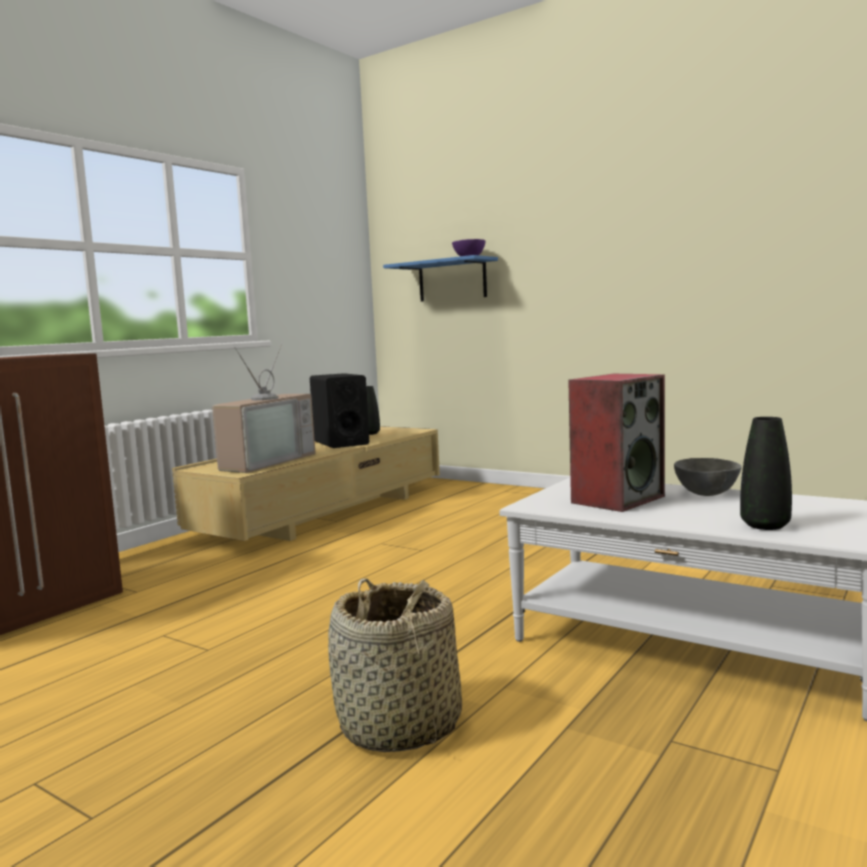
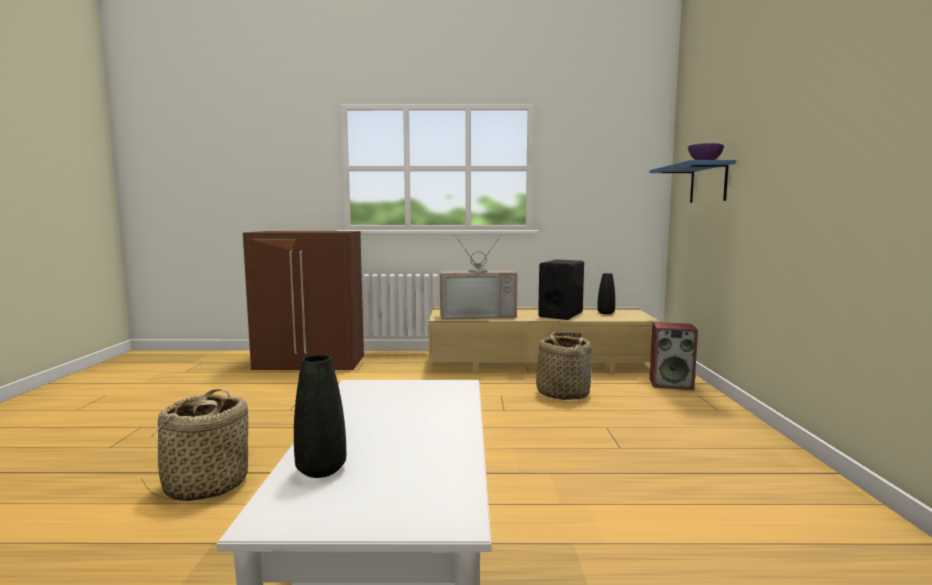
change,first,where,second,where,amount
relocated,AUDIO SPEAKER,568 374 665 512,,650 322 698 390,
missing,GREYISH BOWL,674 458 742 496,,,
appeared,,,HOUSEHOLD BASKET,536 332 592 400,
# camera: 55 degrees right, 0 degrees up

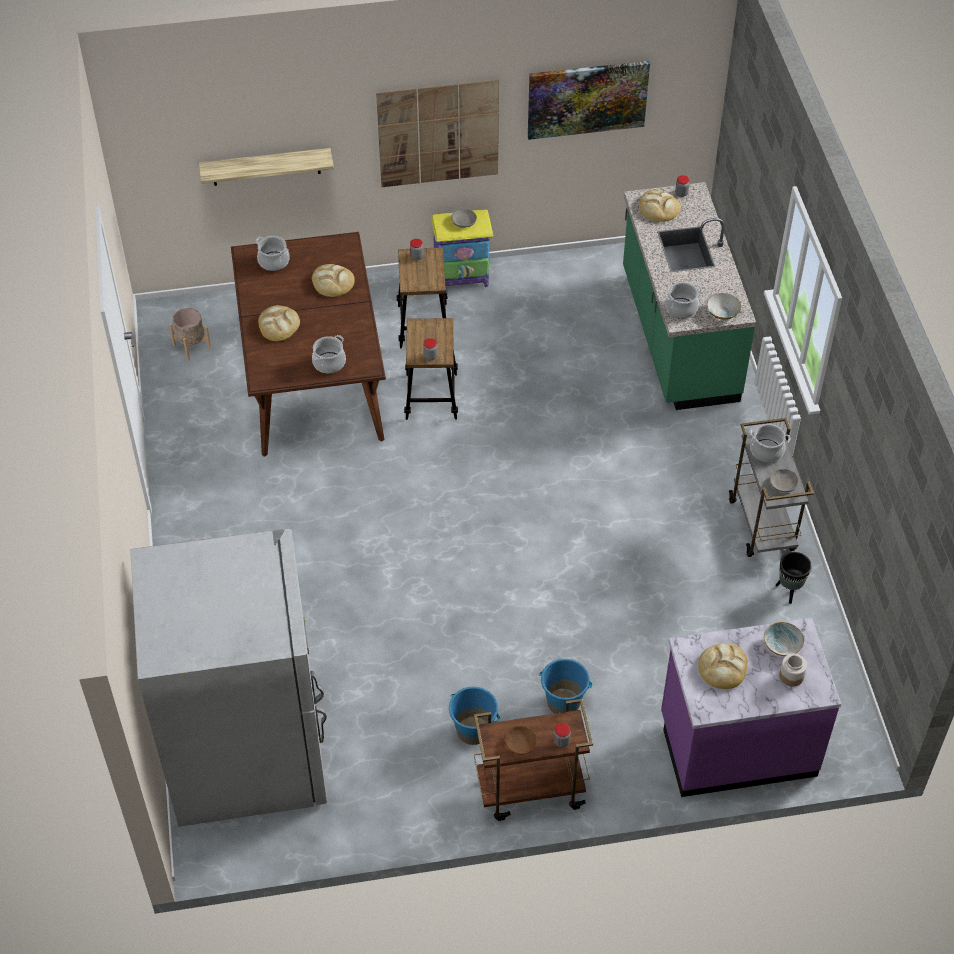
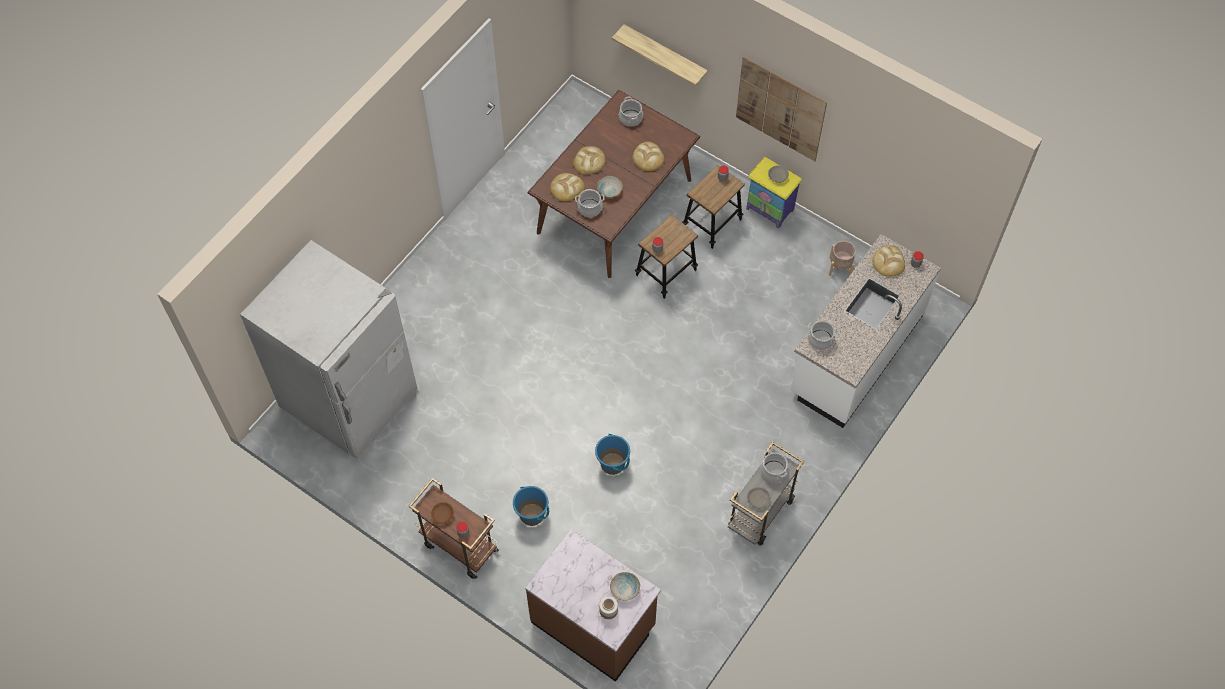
change,first,where,second,where,amount
relocated,BEIGE PLANT POT,169 308 211 361,,829 241 856 276,
relocated,BLUE-COLOURED PAIL,449 687 501 745,,595 434 630 475,
missing,PICTURE,528 61 650 140,,,
colour,GREEN-COLOURED COUNTER,623 182 756 410,WHITISH COUNTER,791 234 941 428,
colour,PURPLE-COLOURED COUNTER,661 618 841 797,BROWNISH COUNTER,525 529 661 682,
relocated,BAKERY BREAD,698 643 748 689,,550 173 585 201,
relocated,BOWL,707 293 741 320,,597 176 623 198,
missing,BLACK PLANT POT,776 552 812 604,,,
# camera: 45 degrees right, 10 degrees up

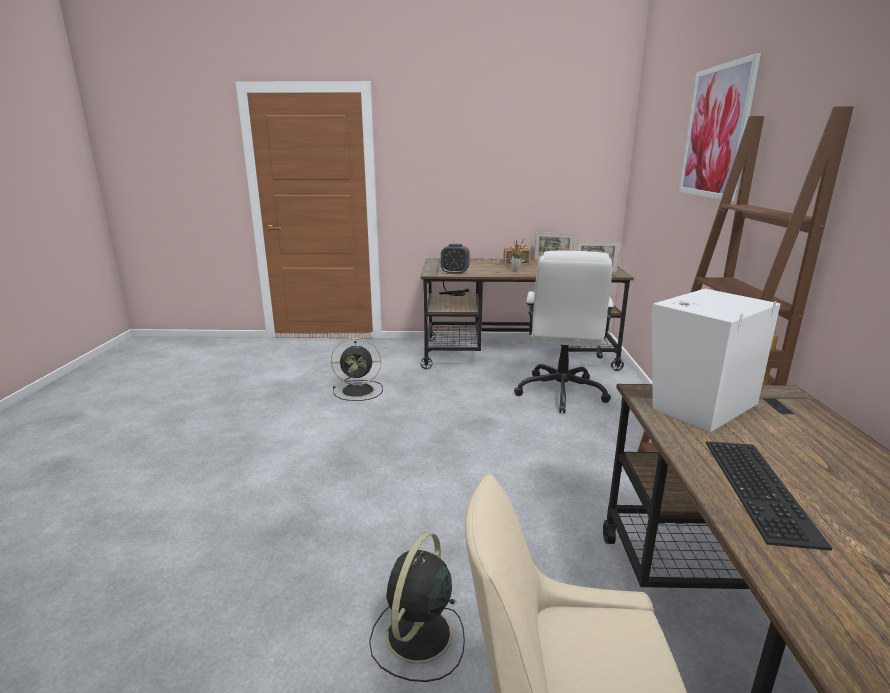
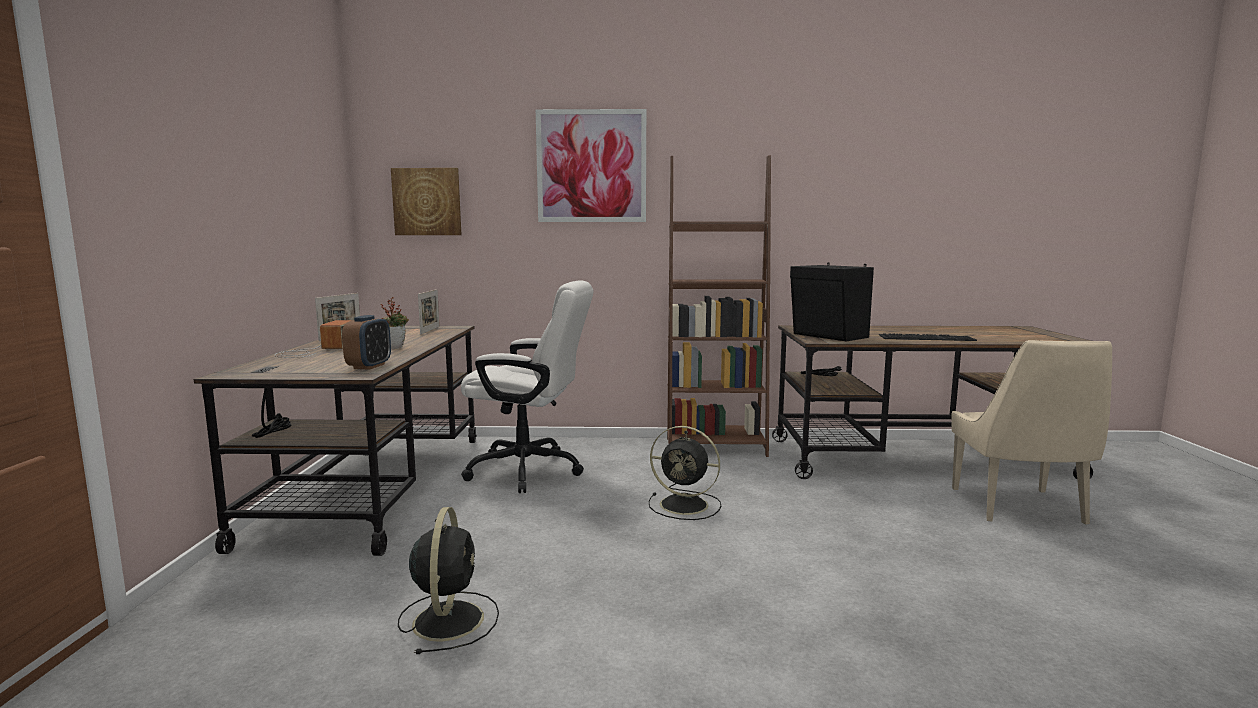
change,first,where,second,where,amount
relocated,BLACK ELECTRIC FAN,369 532 465 682,,649 426 721 520,
colour,WHITISH AUDIO SPEAKER,651 289 780 432,BLACK AUDIO SPEAKER,790 262 874 341,
appeared,,,PICTURE,391 168 461 235,
# camera: 90 degrees left, 10 degrees down

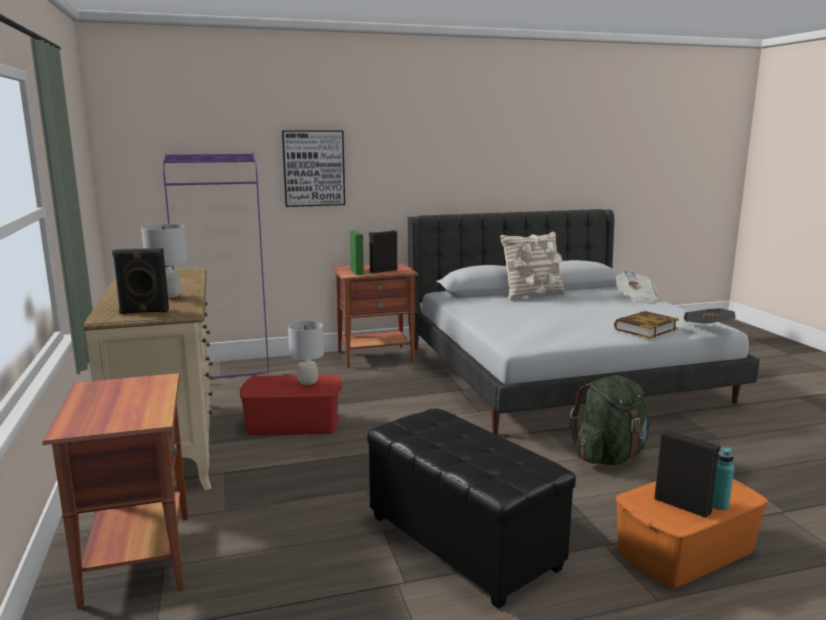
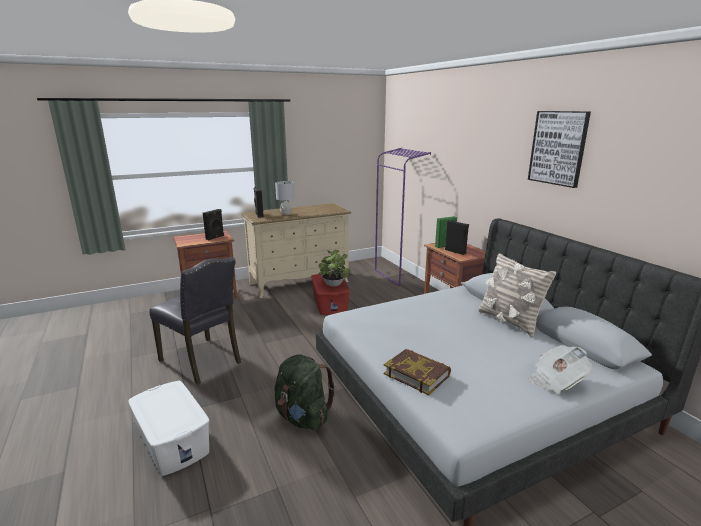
change,first,where,second,where,amount
relocated,PICTURE,282 130 345 207,,528 111 591 188,
exchanged,GREYISH LAMP FOR A TABLE,288 321 324 385,POTTED PLANT,319 250 351 287,
exchanged,BLACK FOOTREST,367 408 576 609,GREYISH CHAIR,150 257 241 385,
colour,ORANGEY STORAGE BOX,615 479 768 589,WHITISH STORAGE BOX,128 381 210 476,
relocated,BLACK AUDIO SPEAKER,654 429 721 518,,203 209 224 241,
missing,NEWSPAPER,684 308 736 323,,,
missing,TURQUOISE BEVERAGE BOTTLE,712 446 734 510,,,
# camera: 80 degrees right, 5 degrees up

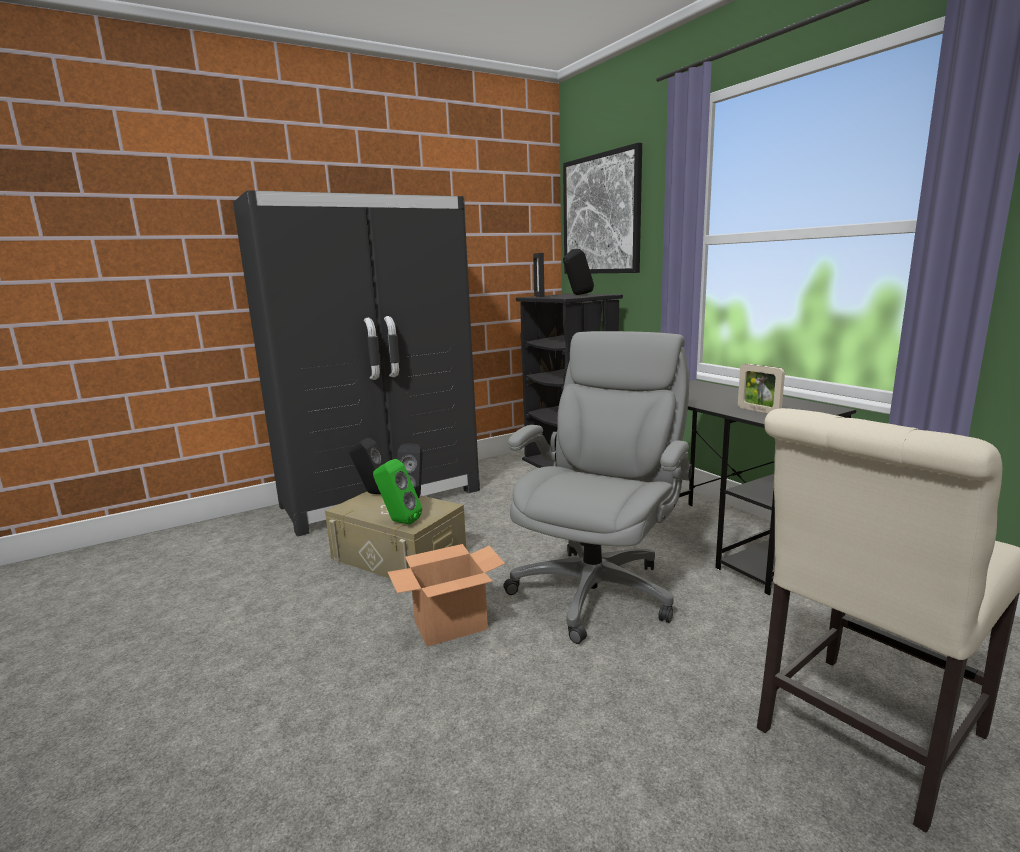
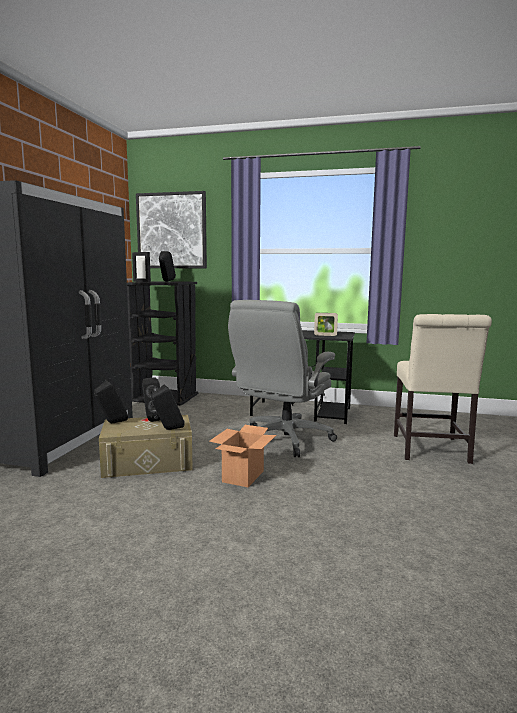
change,first,where,second,where,amount
colour,GREEN-COLOURED AUDIO SPEAKER,373 459 422 525,BLACK AUDIO SPEAKER,151 385 185 430,
spun,GREYISH COMPUTER CHAIR,503 331 692 644,,228 300 337 457,135 degrees counterclockwise
# camera: 45 degrees left, 5 degrees down

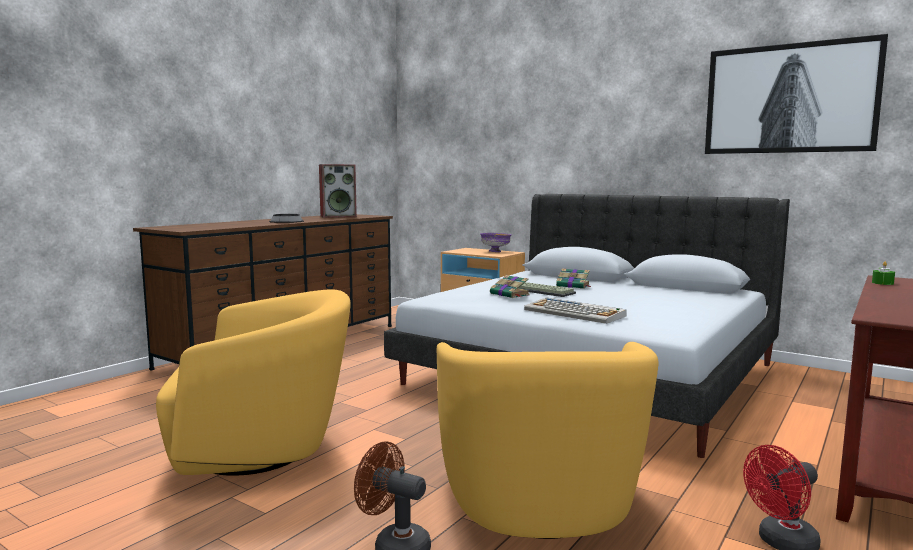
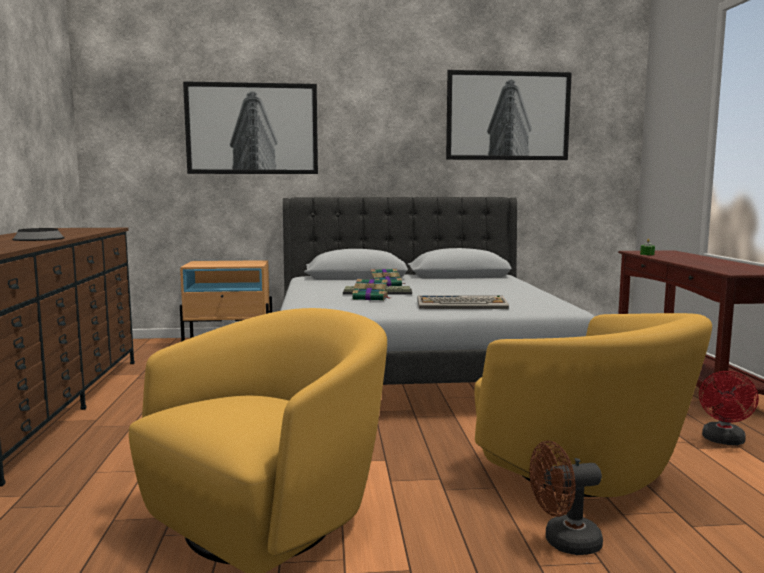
change,first,where,second,where,amount
missing,AUDIO SPEAKER,319 164 357 218,,,
missing,PURPLE-COLOURED BOWL,480 233 511 252,,,
appeared,,,PICTURE,183 81 318 174,
# camera: 40 degrees left, 0 degrees up

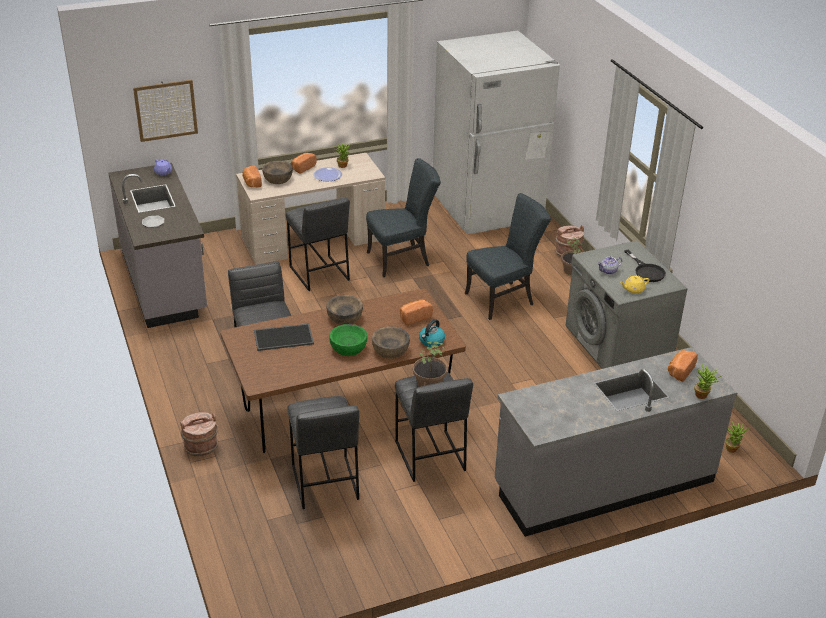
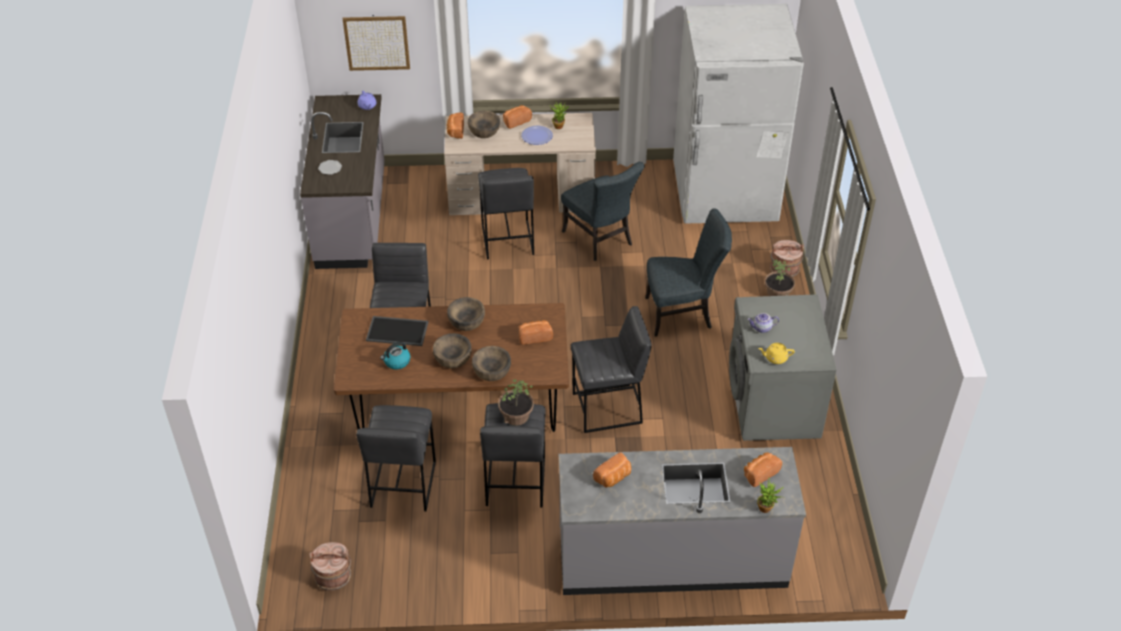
change,first,where,second,where,amount
relocated,BROWNISH PAIL,180 412 218 456,,310 542 351 591,
colour,GREEN-COLOURED BOWL,329 324 367 356,BROWNISH BOWL,433 333 472 368,
spun,GREYISH CHAIR,366 158 441 277,,561 161 645 261,60 degrees clockwise
relocated,WATER KETTLE,419 319 445 347,,380 342 411 370,
missing,BLACK FRYING PAN,624 250 666 282,,,
missing,POTTED PLANT,725 421 748 453,,,
appeared,,,GREYISH STOOL,571 306 652 433,
appeared,,,BAKERY BREAD,593 452 631 488,
# camera: 20 degrees right, 10 degrees up

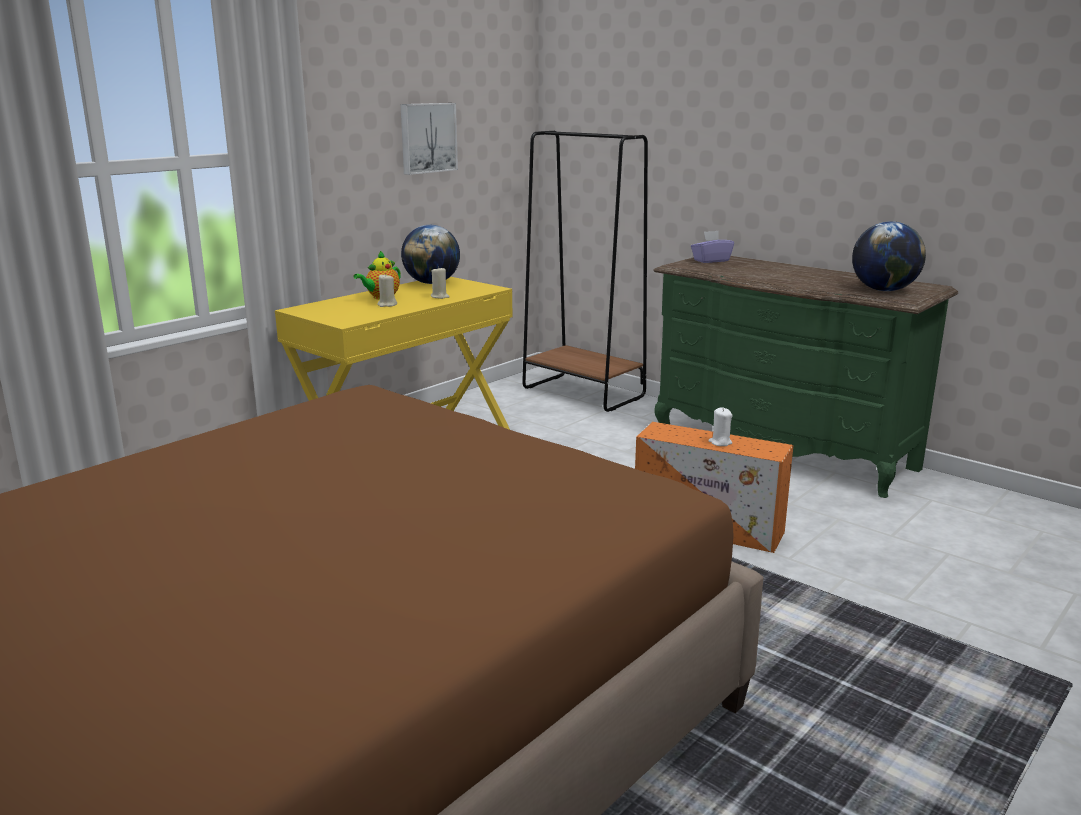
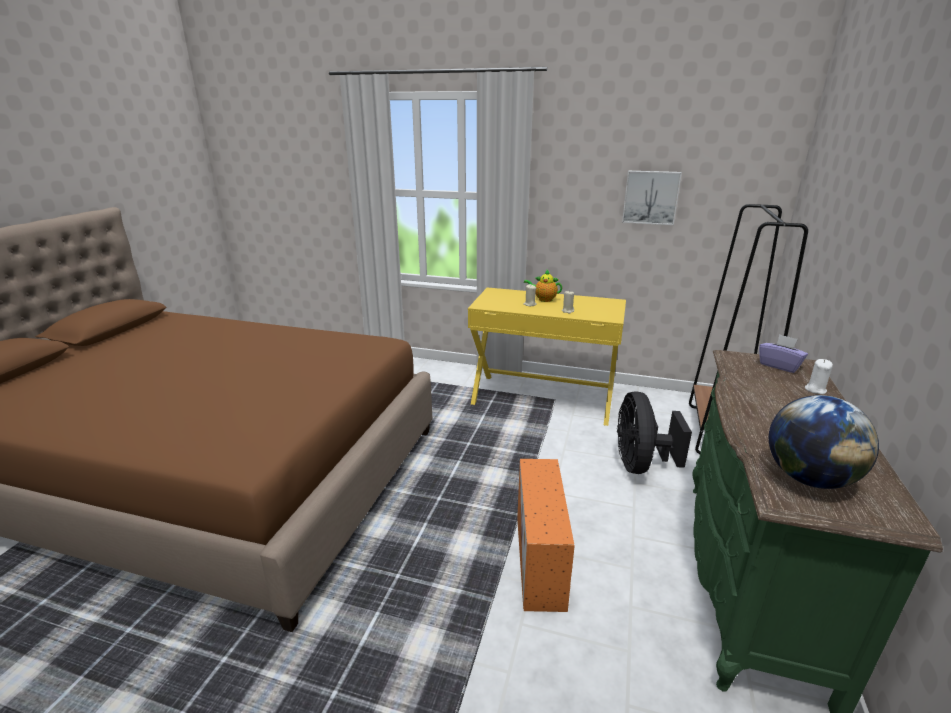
change,first,where,second,where,amount
missing,WORLD GLOBE,401 225 460 284,,,
relocated,WHITISH WAX LIGHT,708 407 732 446,,805 359 833 394,
appeared,,,BLACK ELECTRIC FAN,617 391 692 474,
# camera: 65 degrees right, 5 degrees up

